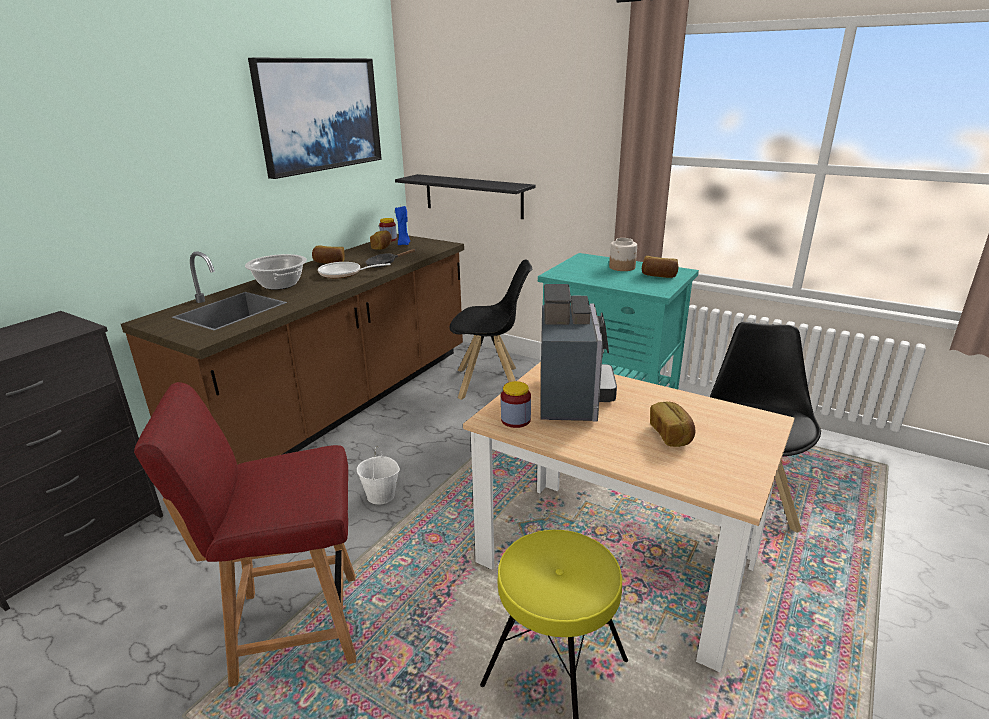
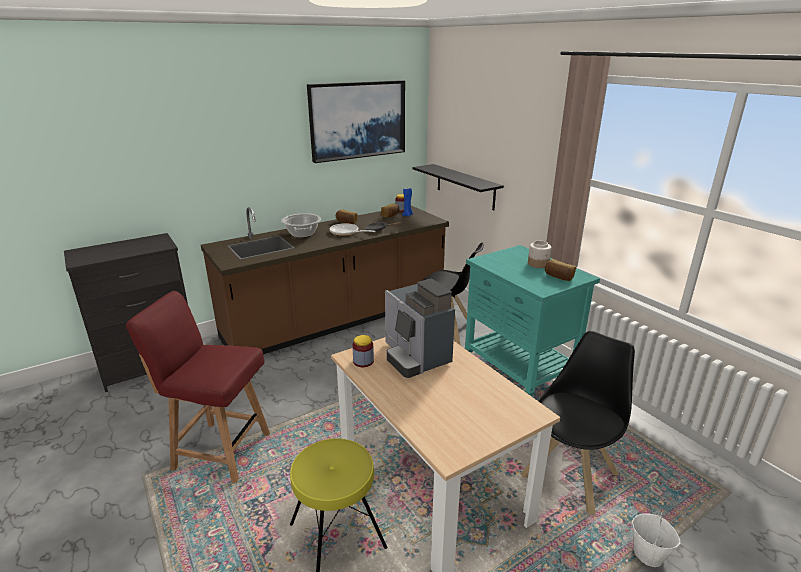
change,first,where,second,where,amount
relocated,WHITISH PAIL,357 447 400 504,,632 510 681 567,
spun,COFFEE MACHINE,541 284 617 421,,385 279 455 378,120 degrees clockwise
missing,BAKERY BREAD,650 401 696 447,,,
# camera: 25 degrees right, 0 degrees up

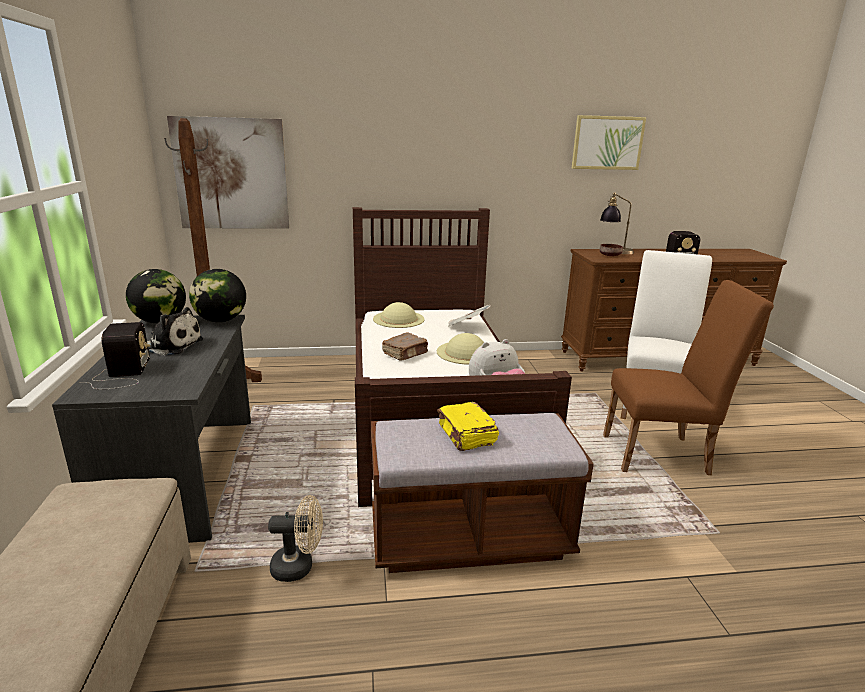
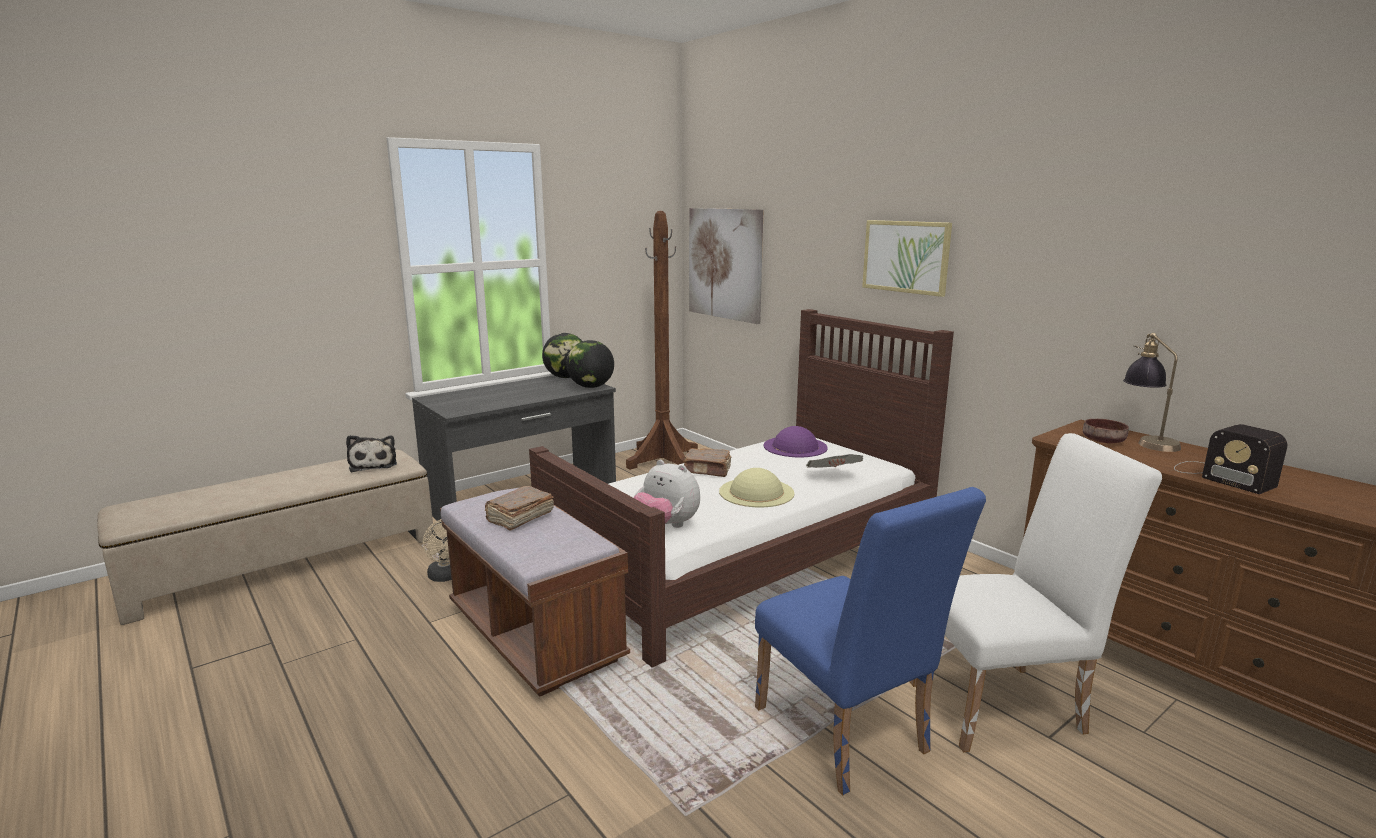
change,first,where,second,where,amount
missing,RADIO RECEIVER,79 322 151 389,,,
relocated,PLUSH TOY,147 307 203 355,,346 435 397 472,
colour,BEIGE WEARABLE HAT,373 302 424 328,PURPLE-COLOURED WEARABLE HAT,764 426 828 457,
colour,YELLOWISH BOUND BOOK,437 402 499 451,BROWNISH BOUND BOOK,484 486 554 531,
relocated,PICTURE,571 115 646 170,,862 220 952 297,
colour,BROWNISH CHAIR,603 280 774 475,BLUE-COLOURED CHAIR,755 487 986 795,
# camera: 60 degrees right, 5 degrees down

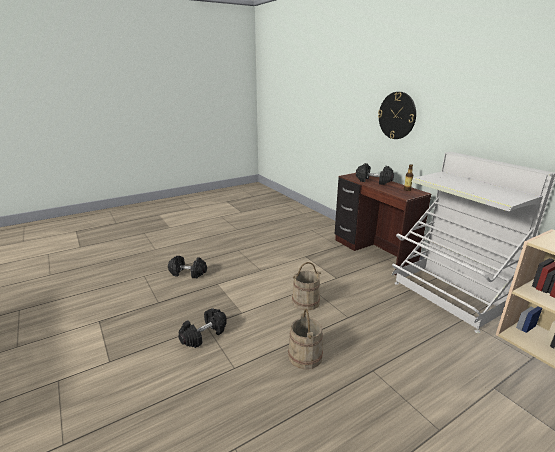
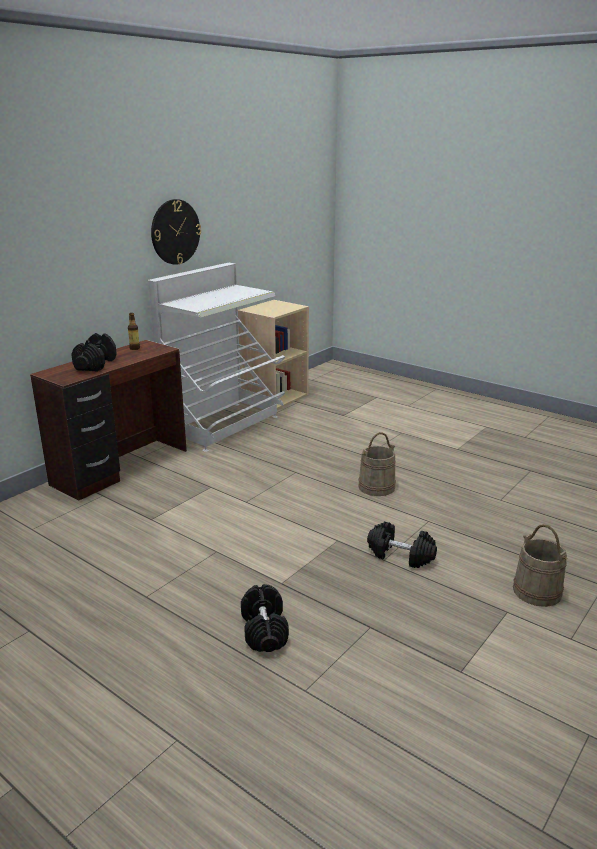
change,first,where,second,where,amount
relocated,BEIGE PAIL,292 262 321 311,,513 524 568 607,
relocated,CLOCK ON THE WALL,378 92 416 139,,151 199 201 265,
# camera: 110 degrees left, 0 degrees up

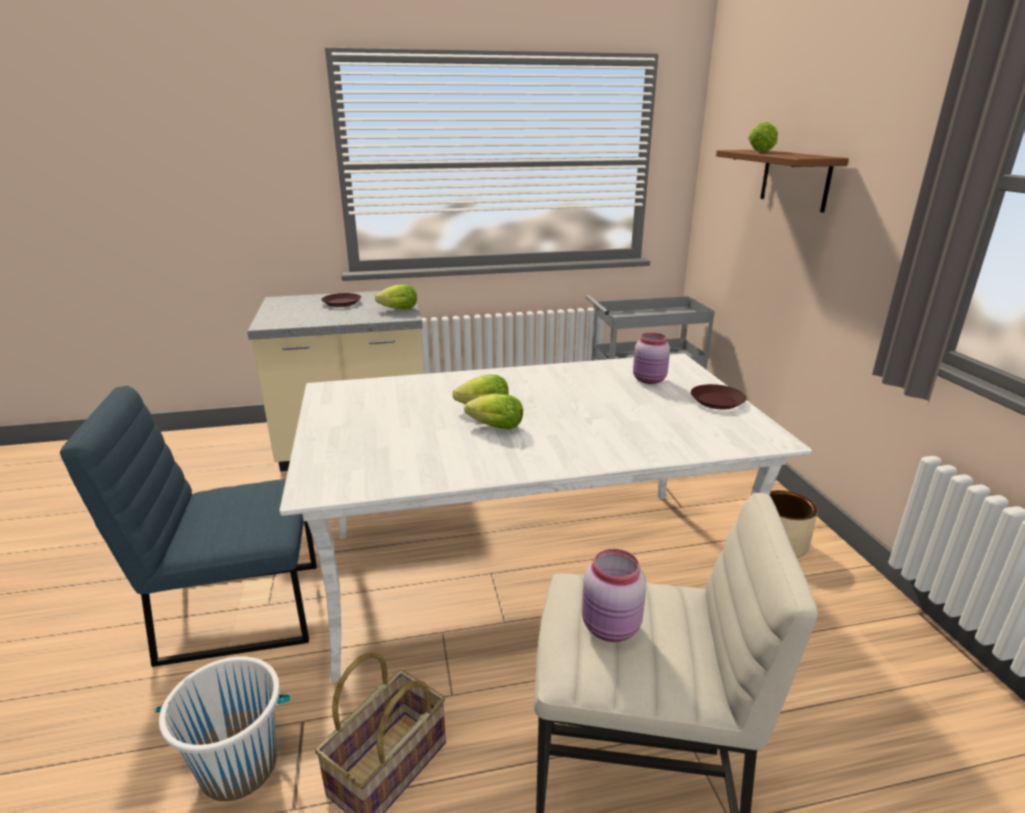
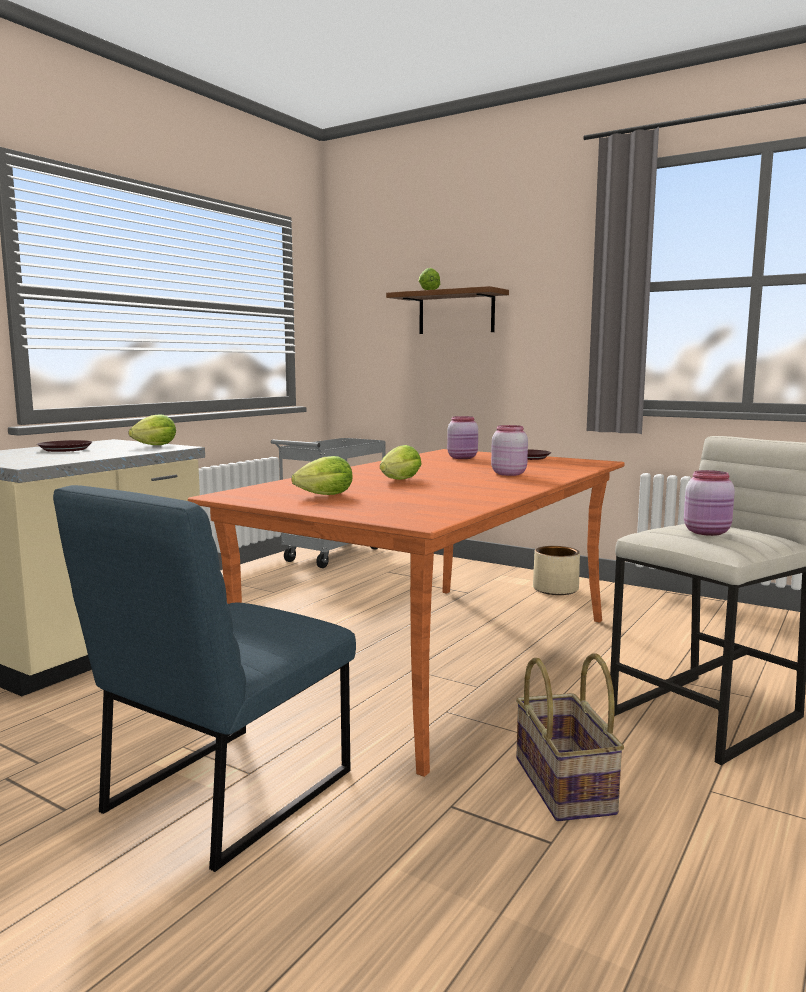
change,first,where,second,where,amount
missing,WHITISH PAIL,155 656 290 801,,,
colour,WHITISH DINING TABLE,279 353 812 682,ORANGEY DINING TABLE,188 449 625 777,
relocated,HEAD OF LETTUCE,464 394 523 430,,292 456 353 495,
appeared,,,PINK-COLOURED STORAGE JAR,491 425 528 476,
# camera: 45 degrees left, 15 degrees down

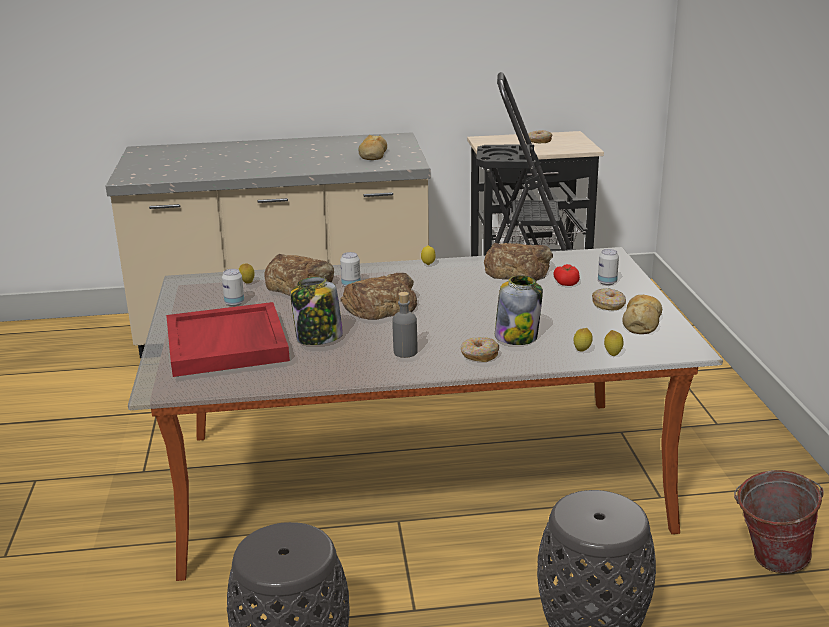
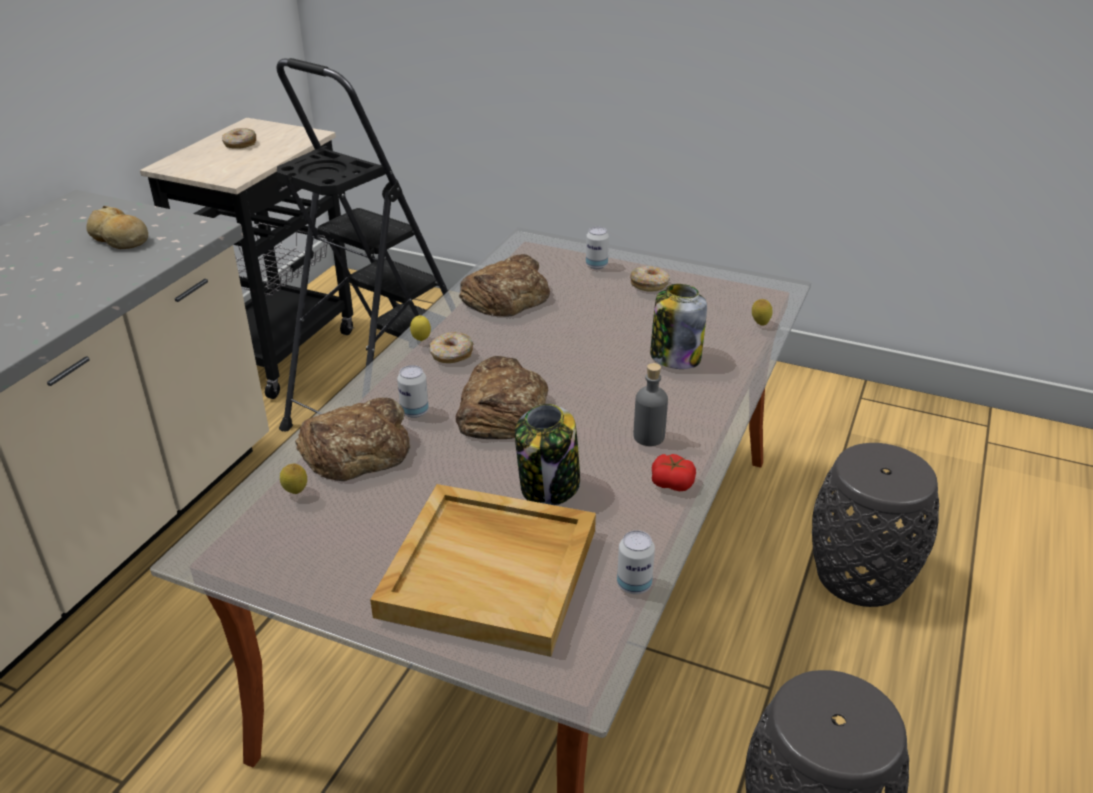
change,first,where,second,where,amount
colour,REDDISH CARRYING TRAY,166 302 290 377,BEIGE CARRYING TRAY,370 484 596 657,
relocated,CAN,222 269 244 306,,617 530 655 594,
relocated,DOUGHNUT,461 337 499 362,,429 332 474 363,
relocated,TOMATO,553 264 580 286,,652 454 696 491,
missing,WHOLE LEMON,573 328 593 352,,,
missing,BAKERY BREAD,622 295 662 334,,,
missing,PAIL,734 470 824 573,,,
# camera: 60 degrees left, 10 degrees up

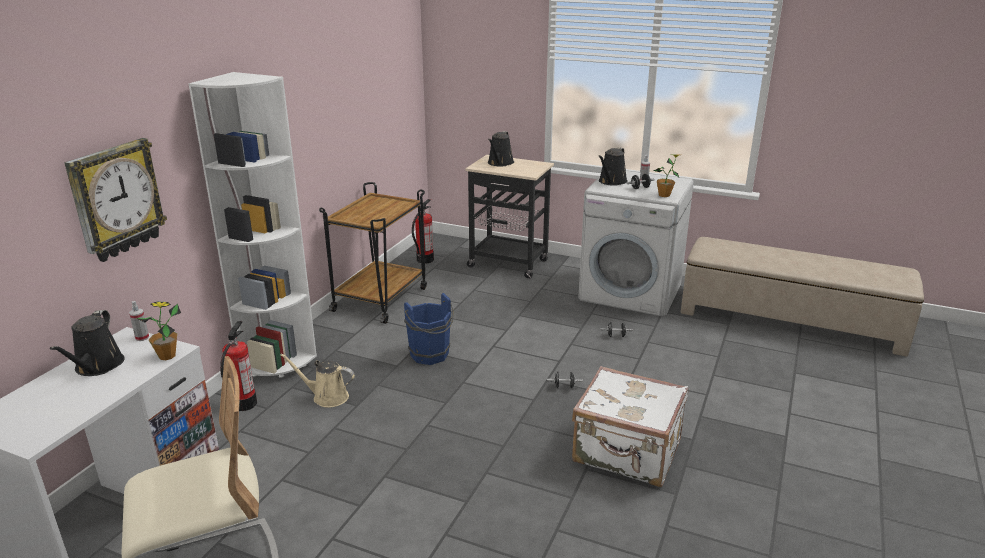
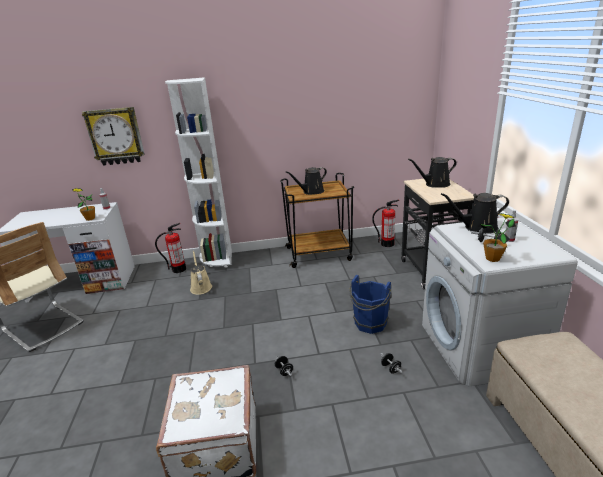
change,first,where,second,where,amount
relocated,BLACK SPRINKLING CAN,50 310 125 376,,286 167 327 195,
relocated,BLUE-COLOURED PAIL,404 293 454 365,,350 275 391 334,
# camera: 60 degrees right, 0 degrees up

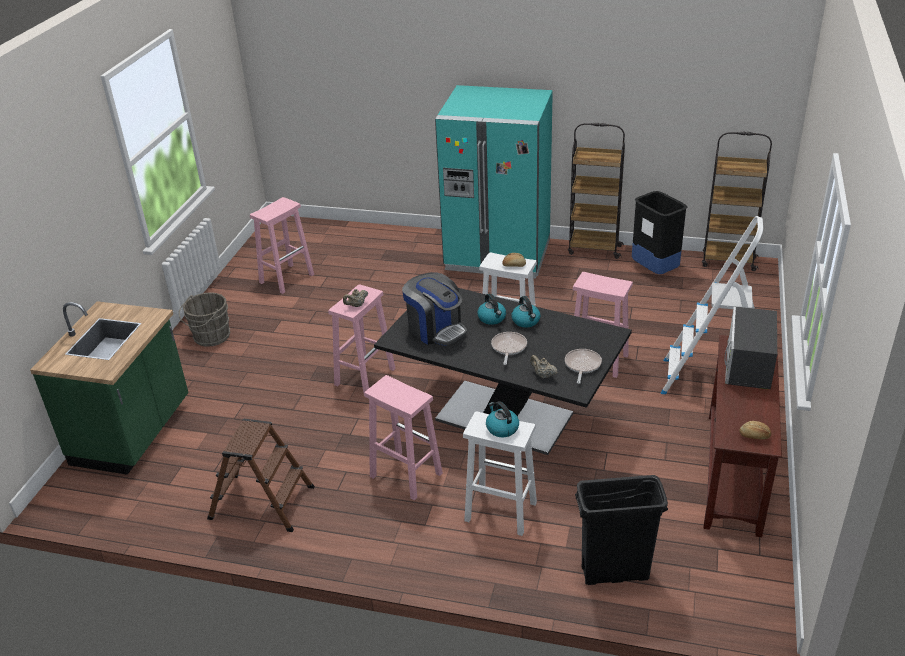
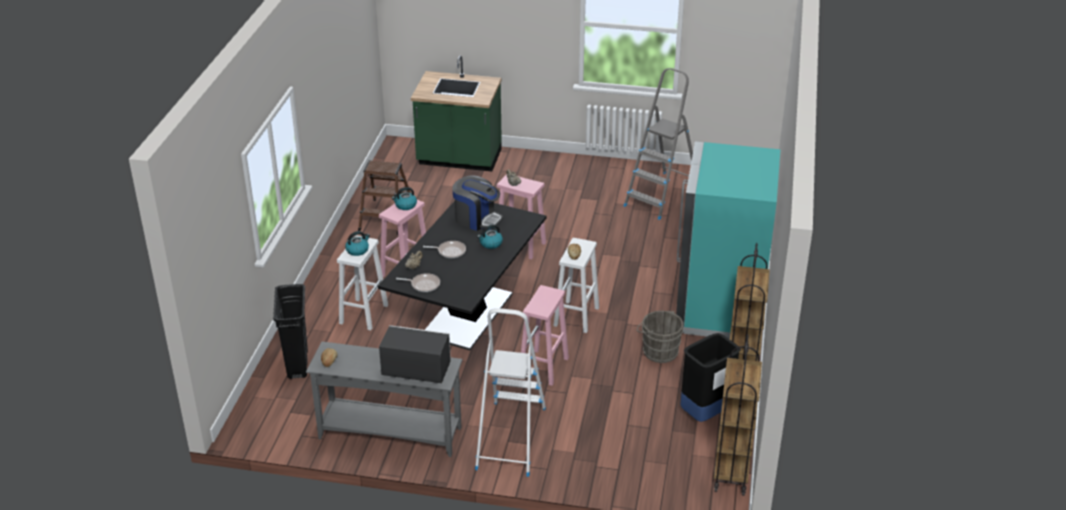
change,first,where,second,where,amount
relocated,GREYISH PAIL,179 292 230 347,,637 311 683 363,
exchanged,PINK-COLOURED STOOL,250 197 314 294,GREYISH STEP LADDER,624 68 693 220,
spun,COFFEE MACHINE,402 272 467 346,,452 175 503 231,105 degrees counterclockwise
relocated,WATER KETTLE,511 296 540 327,,392 187 417 210,
colour,BROWNISH CONSOLE TABLE,703 335 782 537,GREYISH CONSOLE TABLE,306 341 463 457,
# camera: 85 degrees right, 0 degrees up

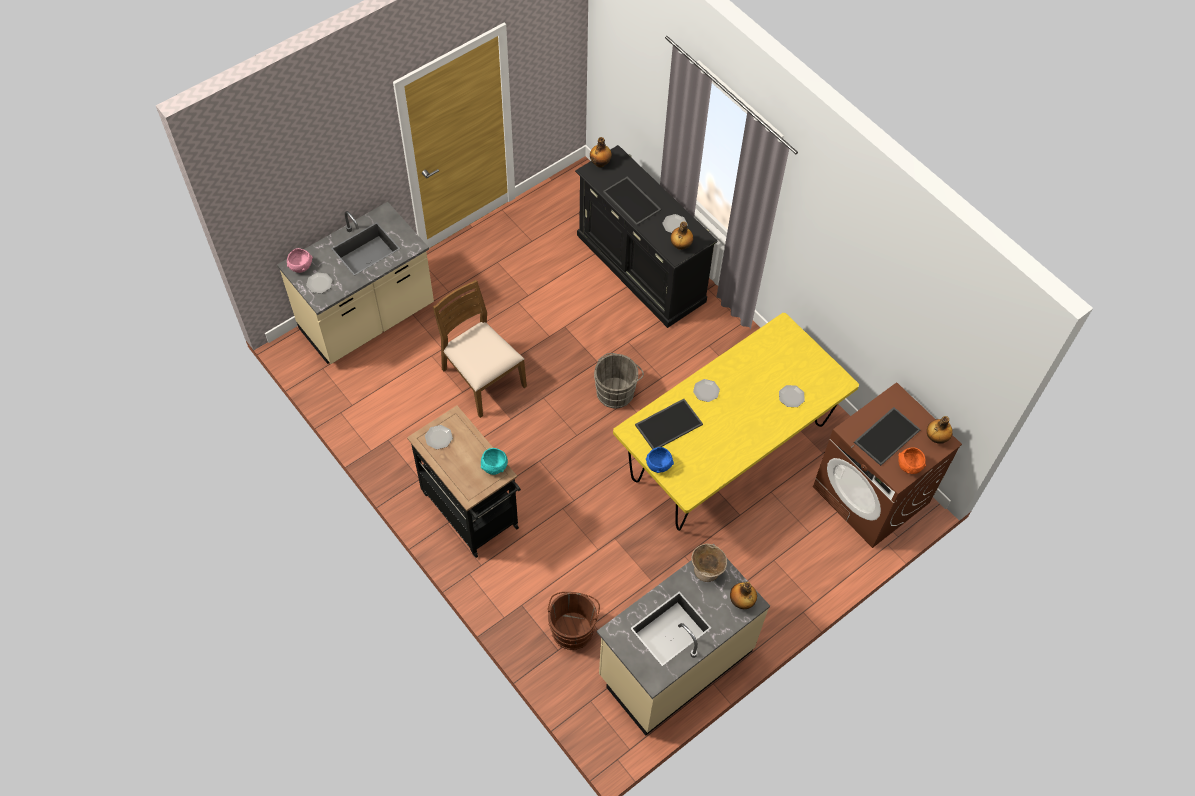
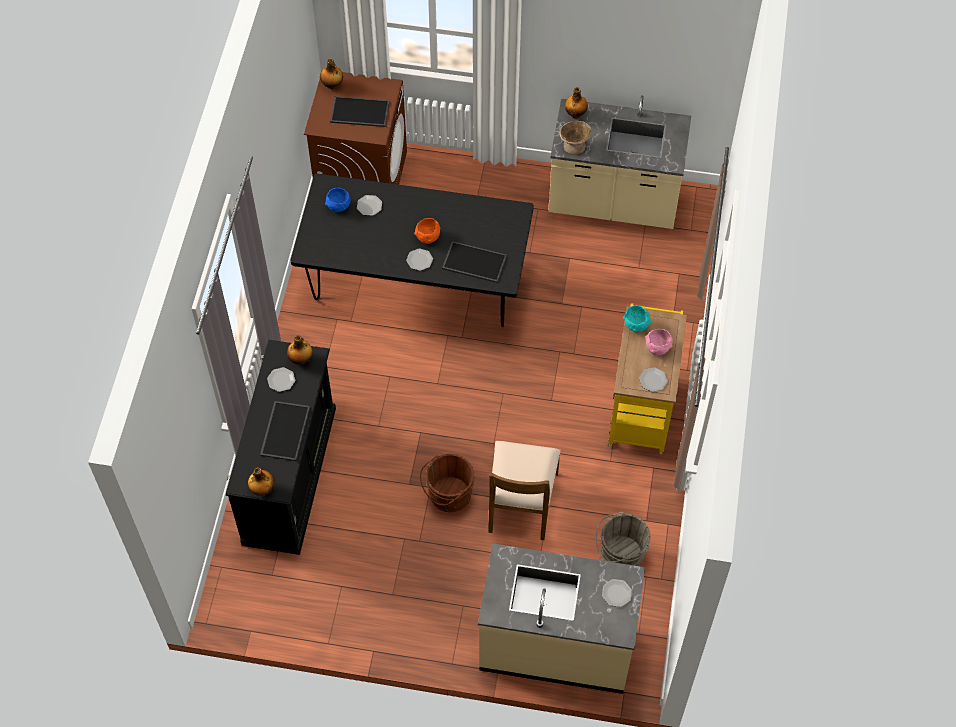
change,first,where,second,where,amount
relocated,PINK-COLOURED BOWL,287 248 313 273,,645 329 673 355,
colour,BLACK WHEELED CART,407 406 521 558,YELLOWISH WHEELED CART,608 303 687 454,
relocated,BROWNISH PAIL,547 592 600 650,,420 454 475 513,
relocated,GREYISH PAIL,594 353 644 408,,596 512 651 566,
colour,YELLOWISH DINING TABLE,613 313 859 531,BLACK DINING TABLE,290 173 534 327,
relocated,BLUE-COLOURED BOWL,646 447 674 473,,325 188 351 212,
relocated,ORANGEY BOWL,898 447 926 474,,414 218 440 244,
# camera: 130 degrees left, 0 degrees up

